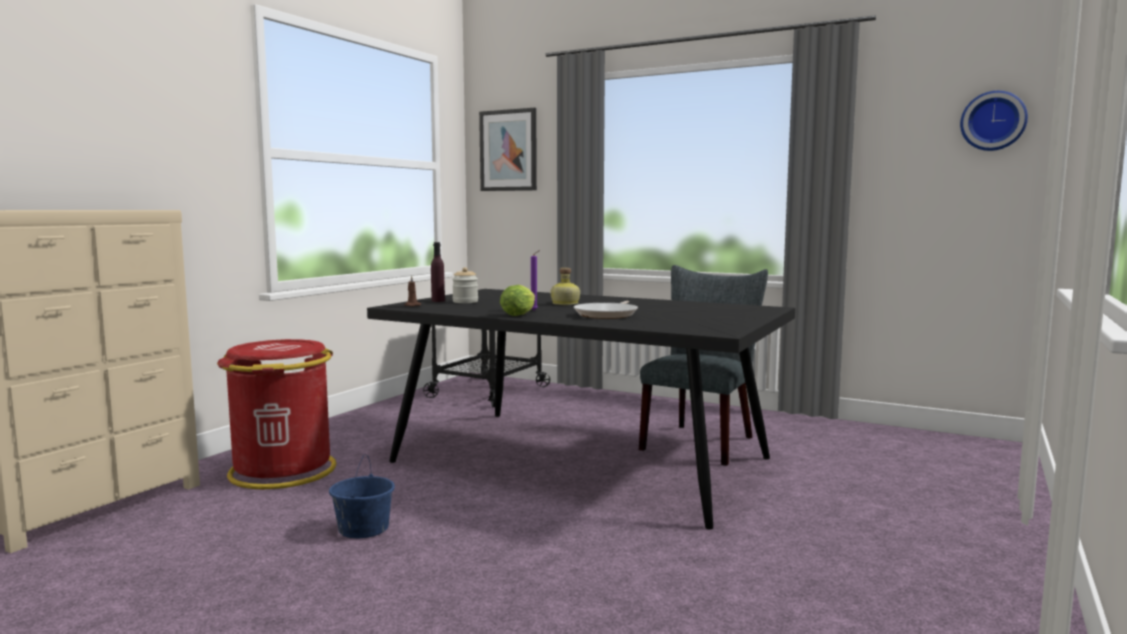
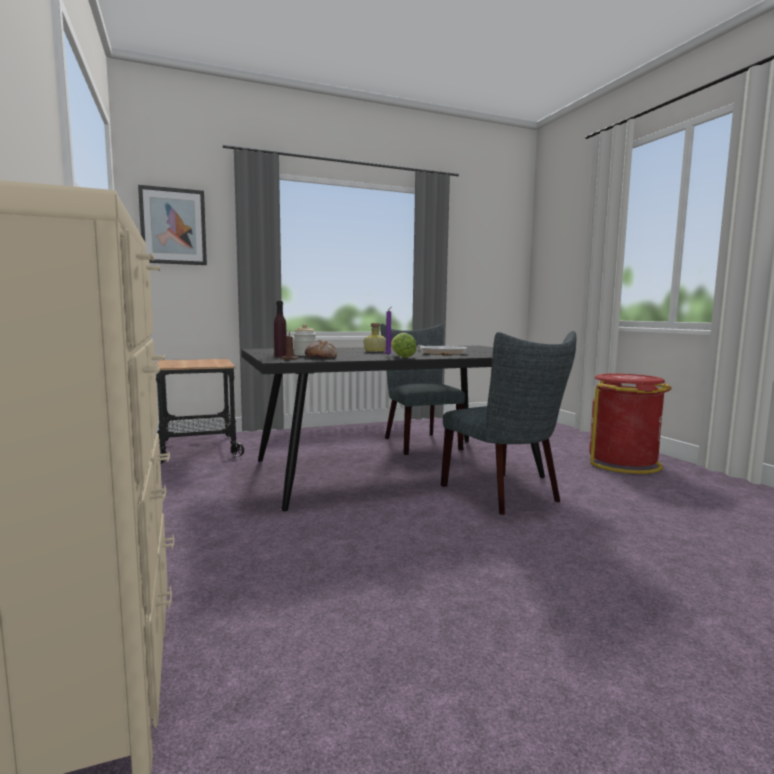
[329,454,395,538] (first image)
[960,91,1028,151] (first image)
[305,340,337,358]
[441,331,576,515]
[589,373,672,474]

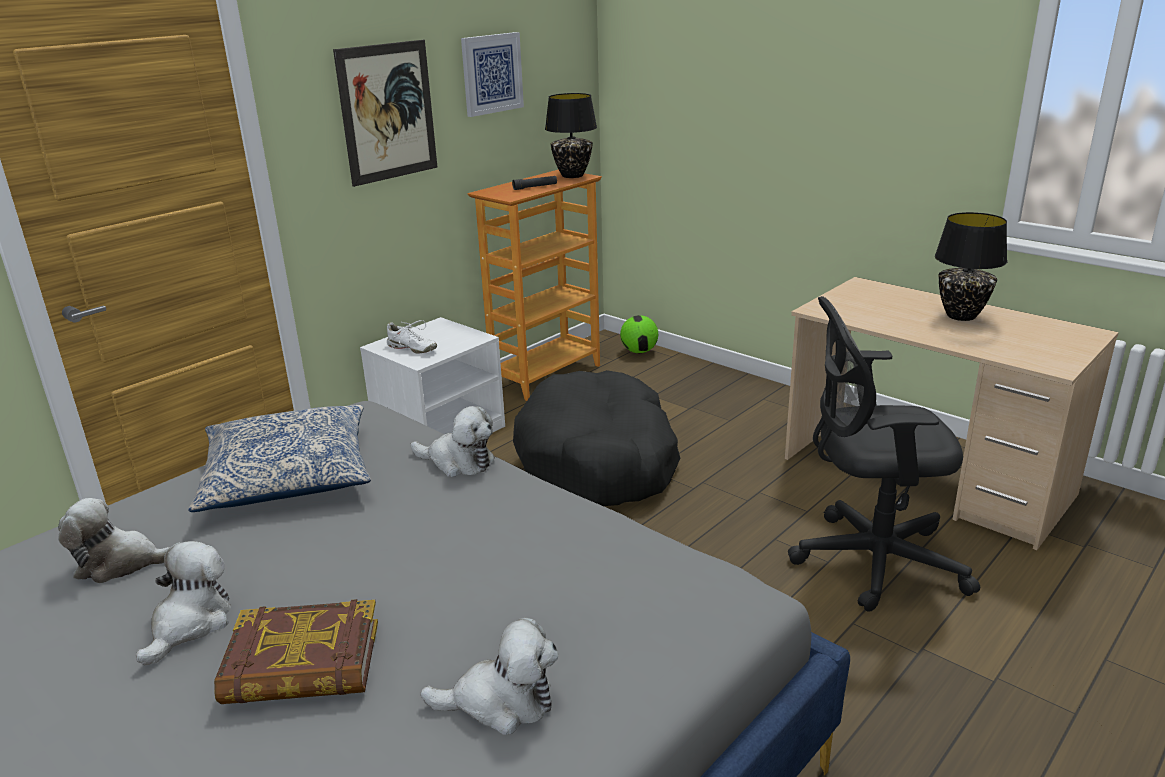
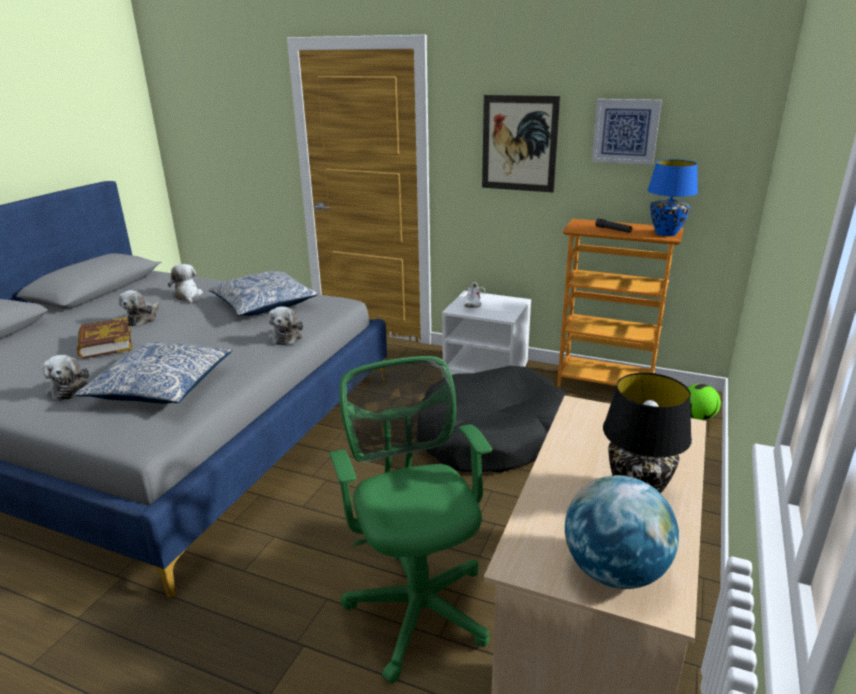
[75,342,232,403]
[565,475,679,589]
[648,159,698,236]
[329,356,492,684]
[119,290,160,326]

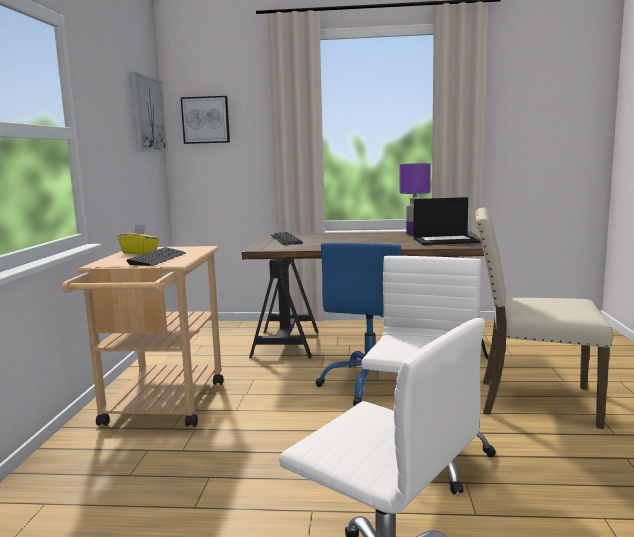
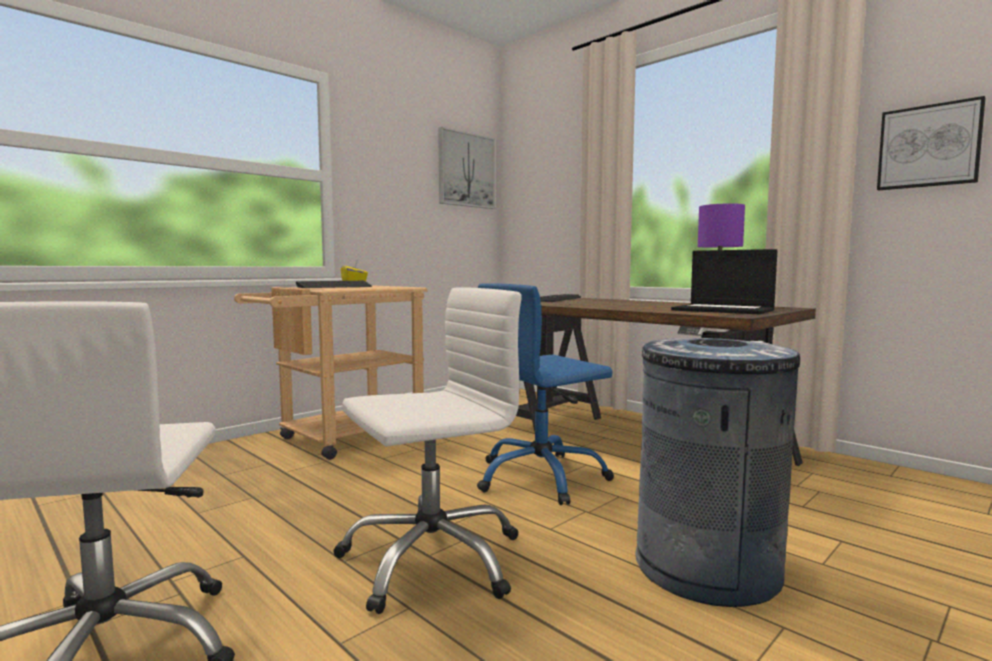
[877,96,986,190]
[635,338,800,607]

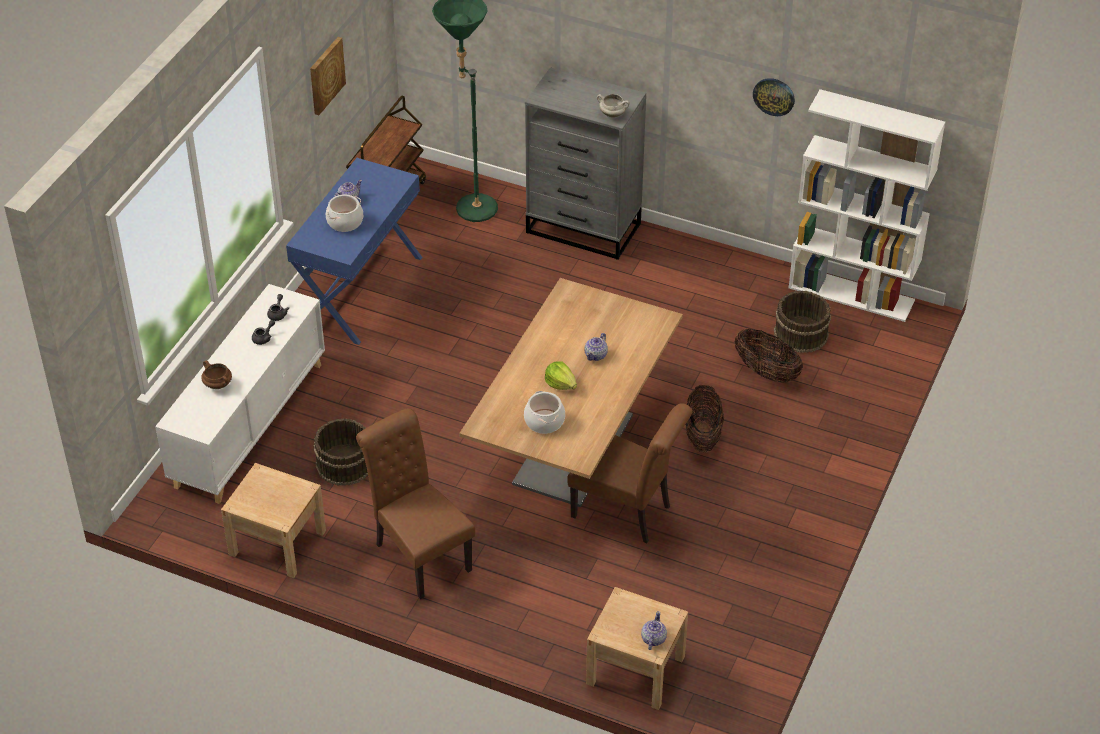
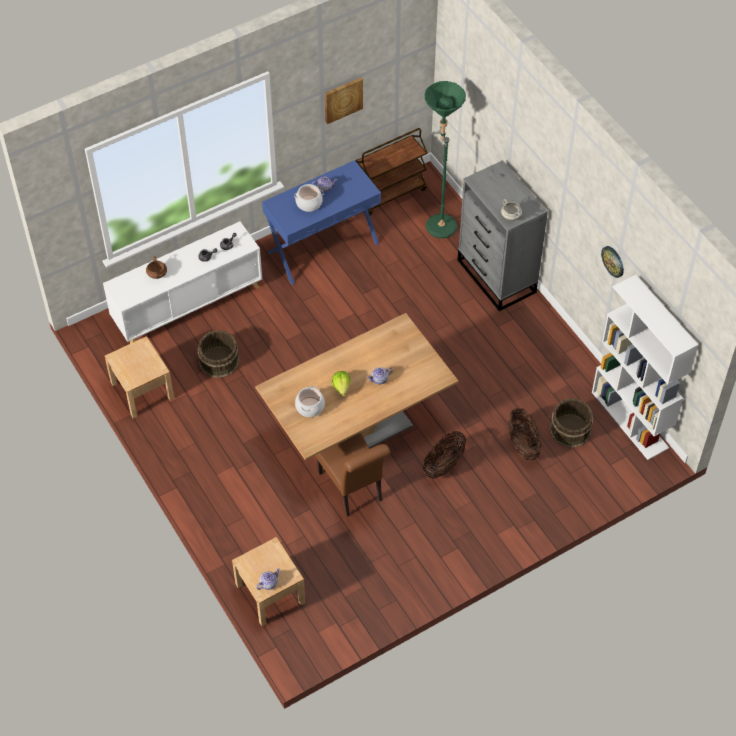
[356,408,475,599] (first image)

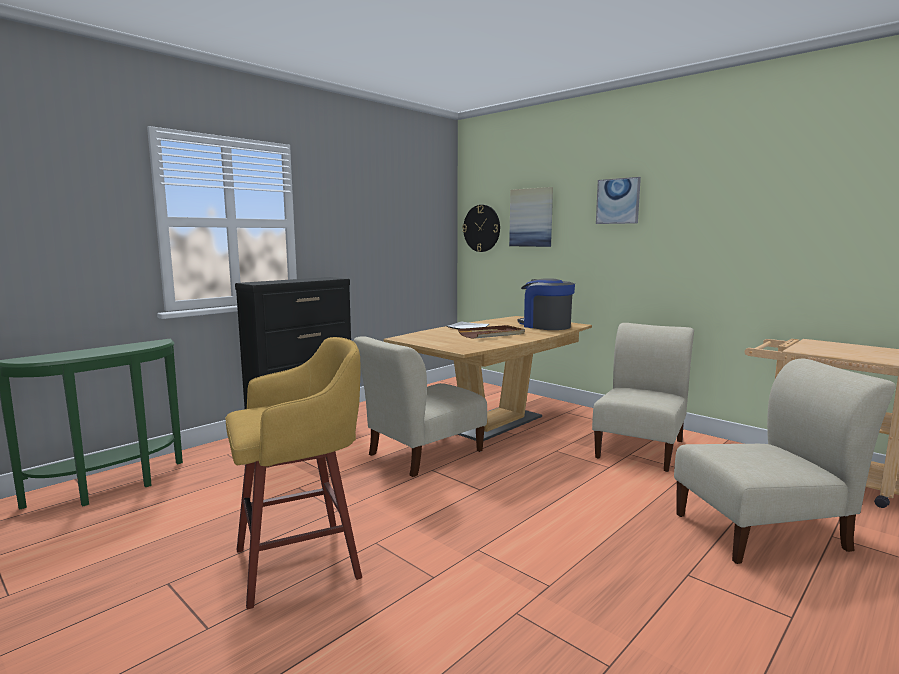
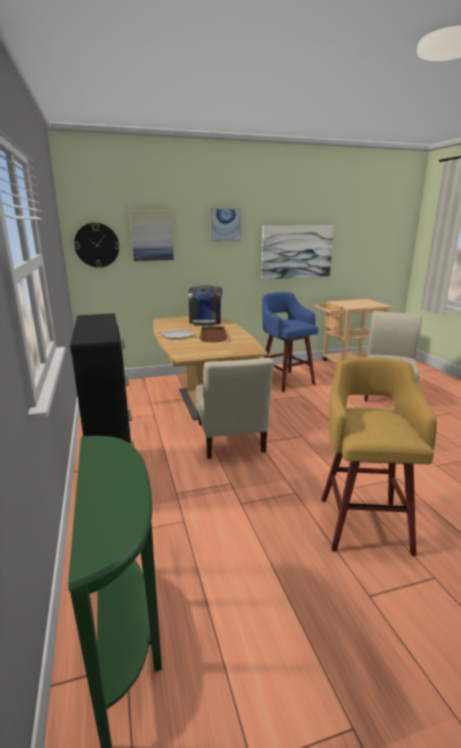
[261,225,334,279]
[262,292,319,392]
[189,285,223,325]

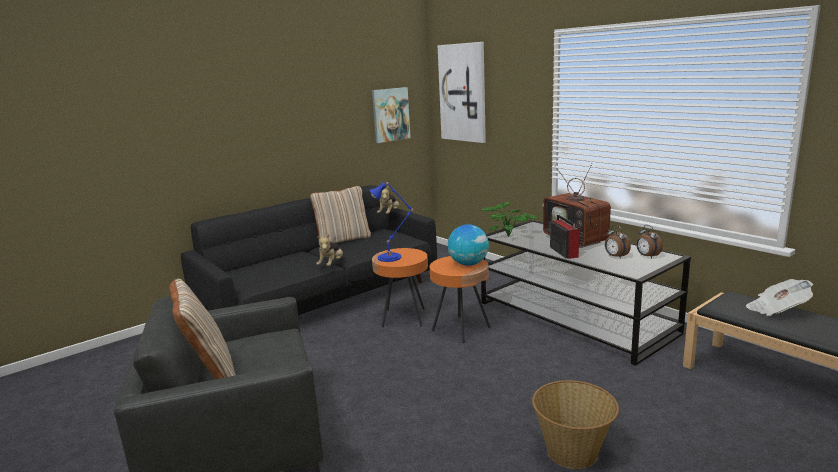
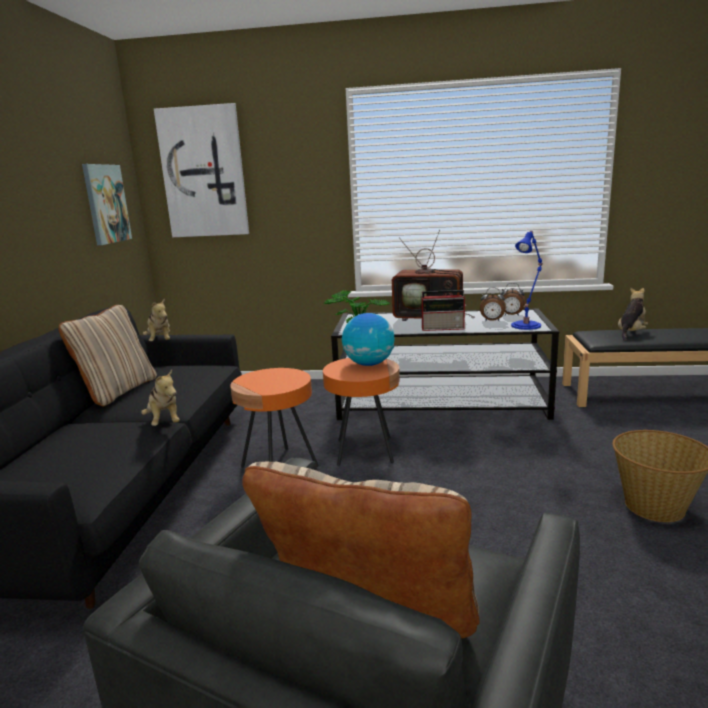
[511,231,543,330]
[618,287,648,341]
[421,290,466,331]

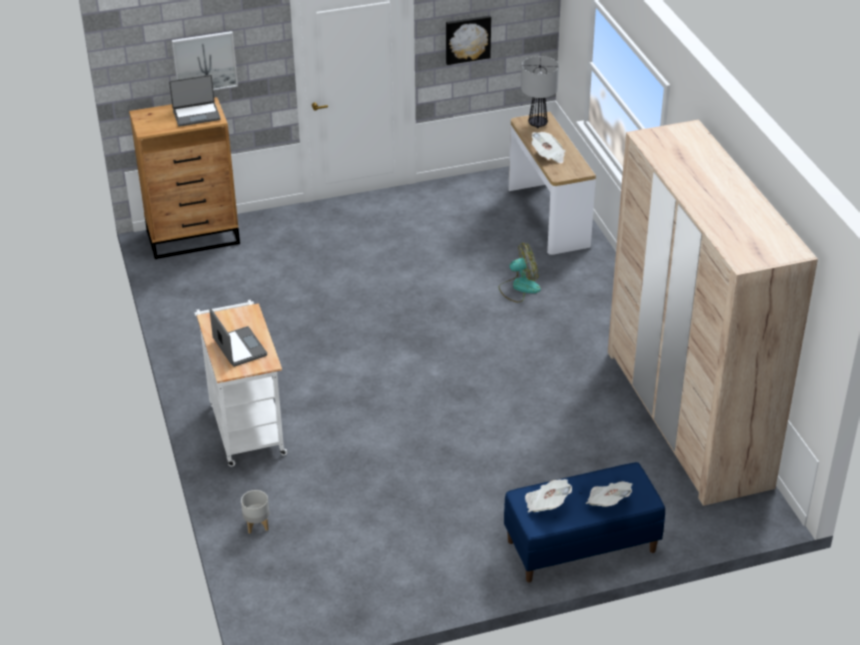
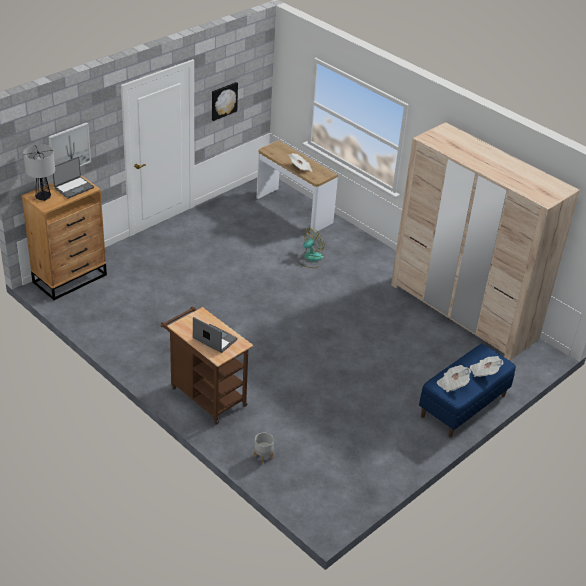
[23,144,55,201]
[160,306,253,425]

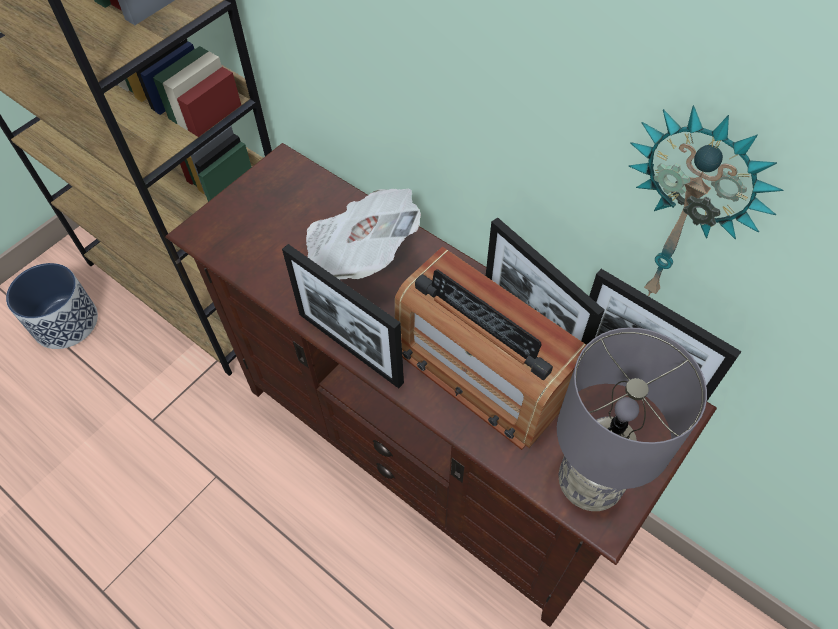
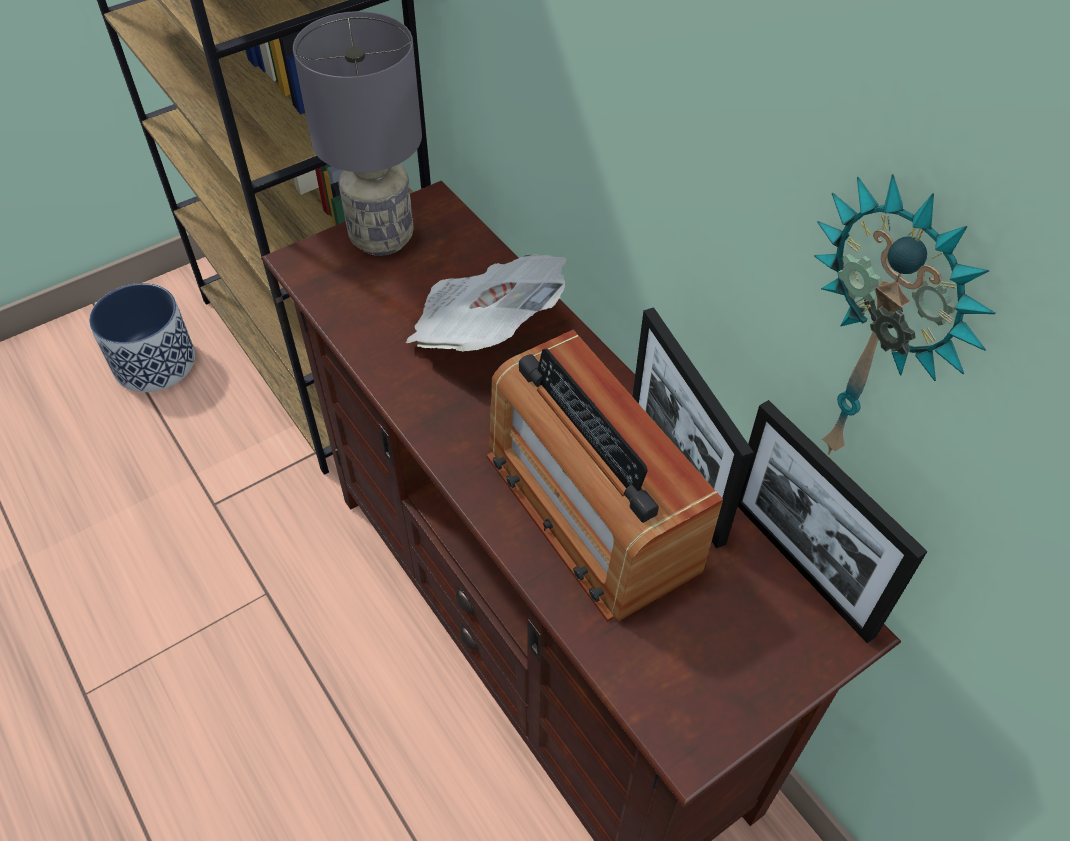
[282,244,404,389] (first image)
[293,11,422,256]

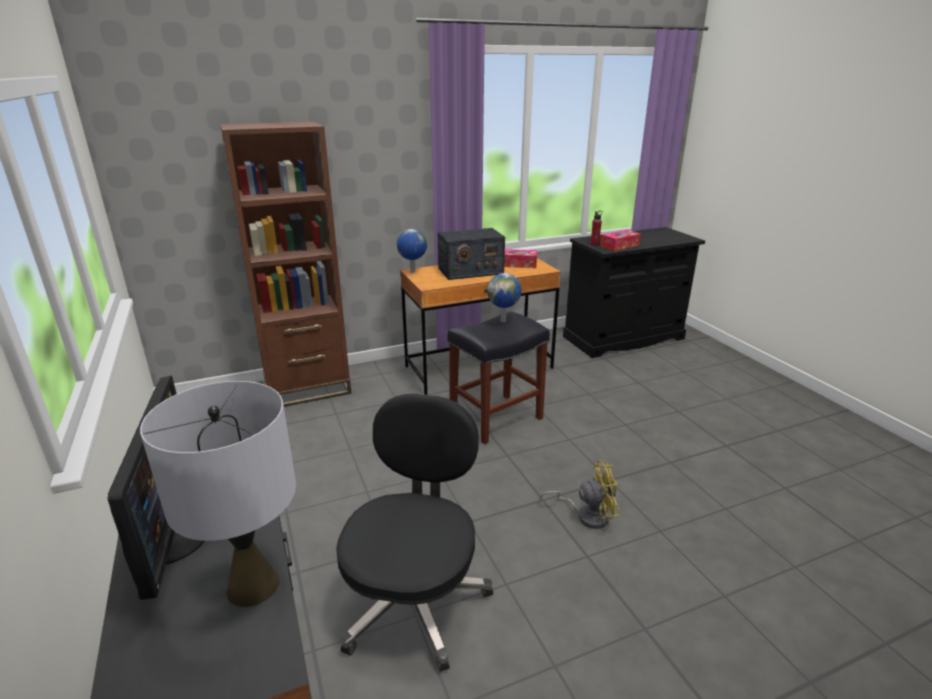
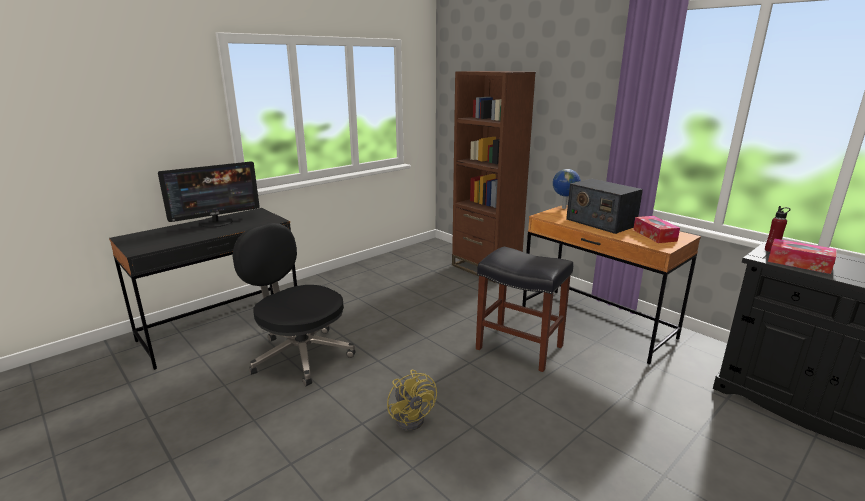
[140,381,296,607] (first image)
[487,273,522,322] (first image)
[233,223,356,386]

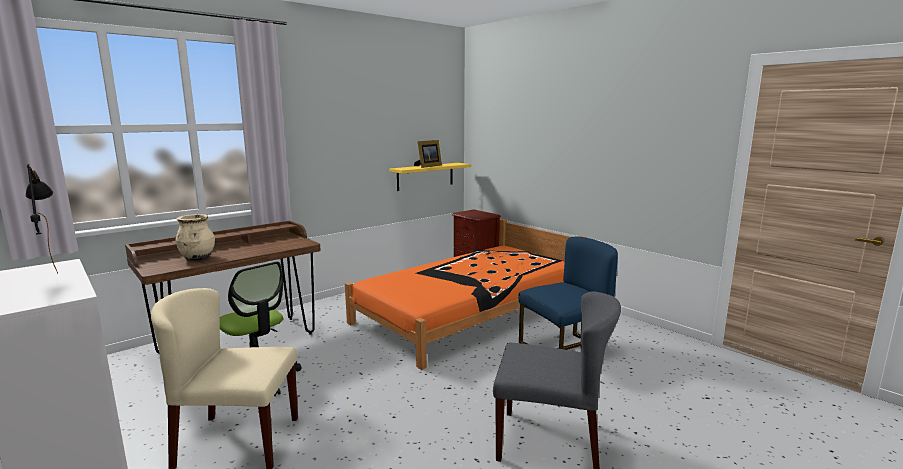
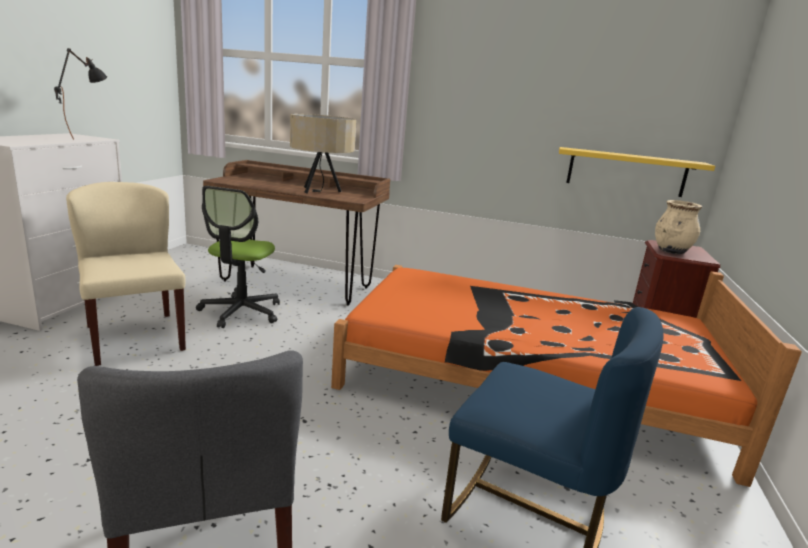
[414,140,442,168] (first image)
[290,114,357,194]
[655,200,702,254]

